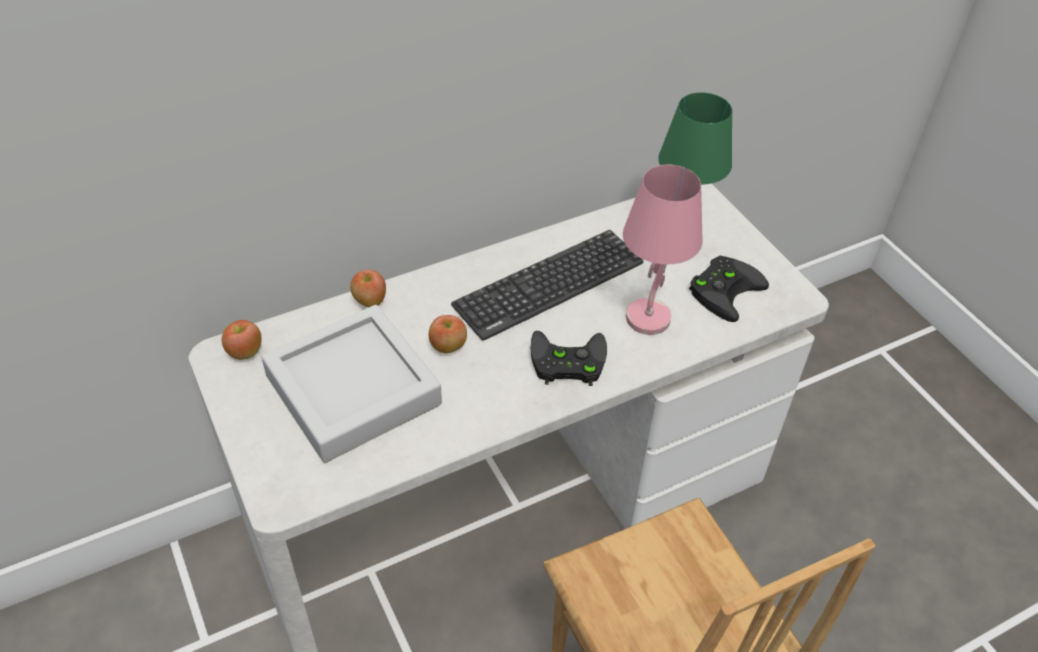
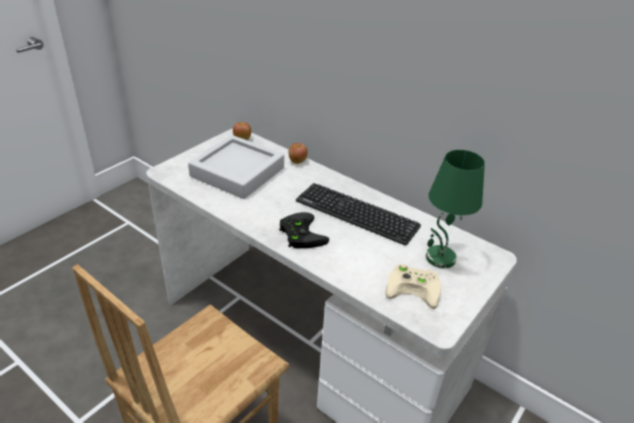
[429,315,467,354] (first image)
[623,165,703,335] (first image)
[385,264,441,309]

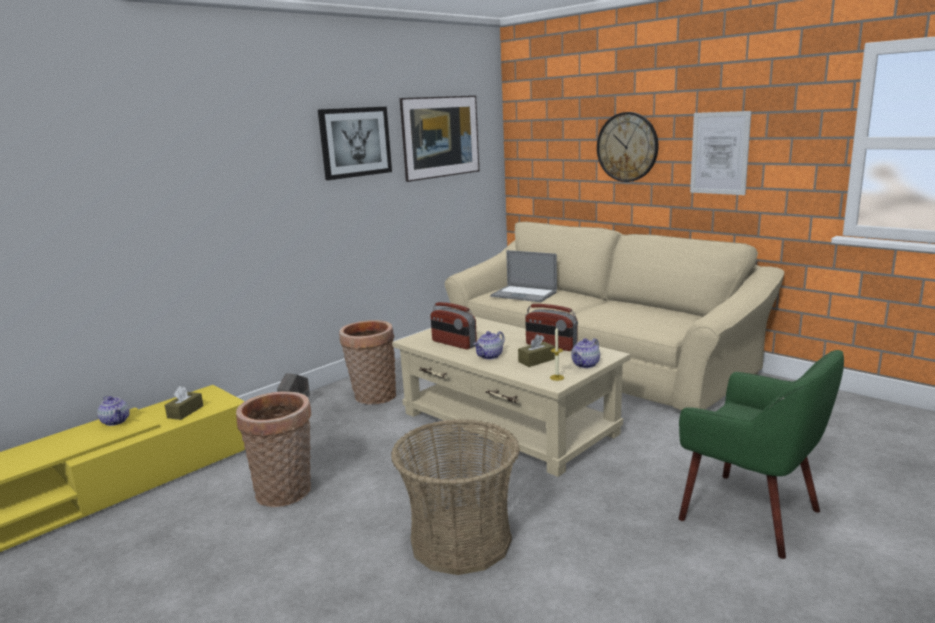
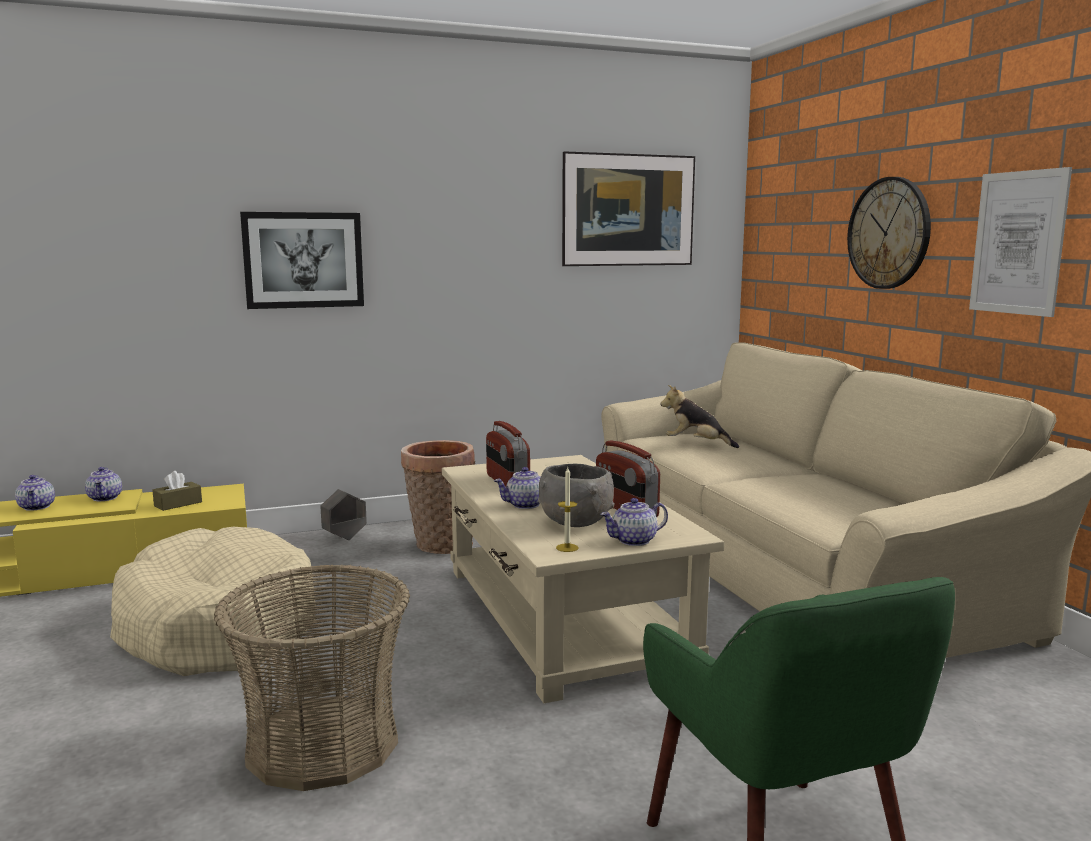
[15,475,55,511]
[240,212,364,309]
[110,527,316,676]
[660,385,739,448]
[538,464,614,527]

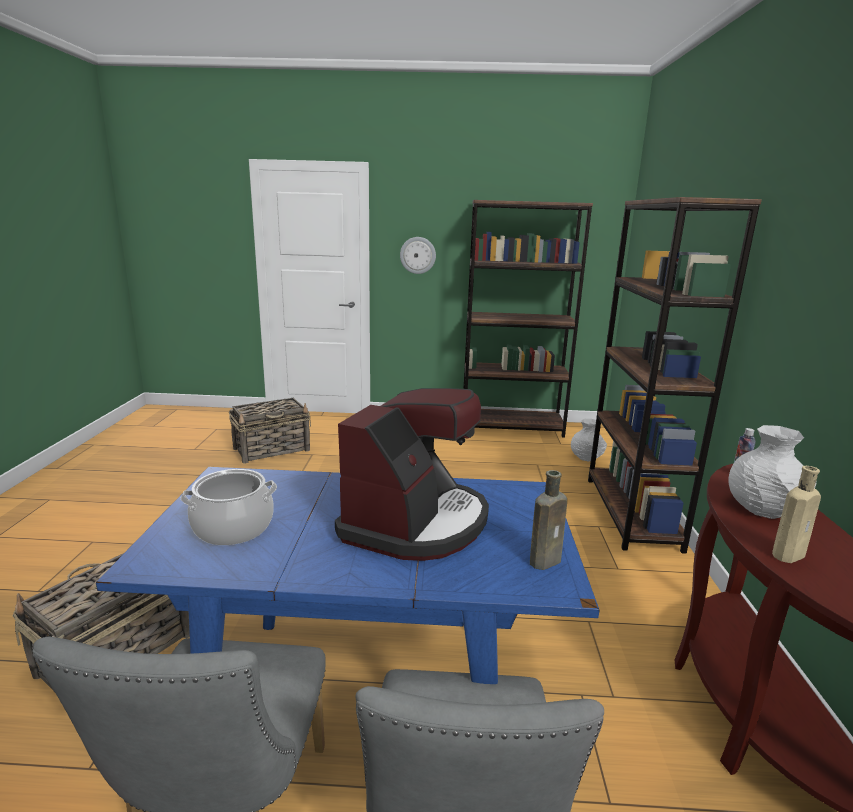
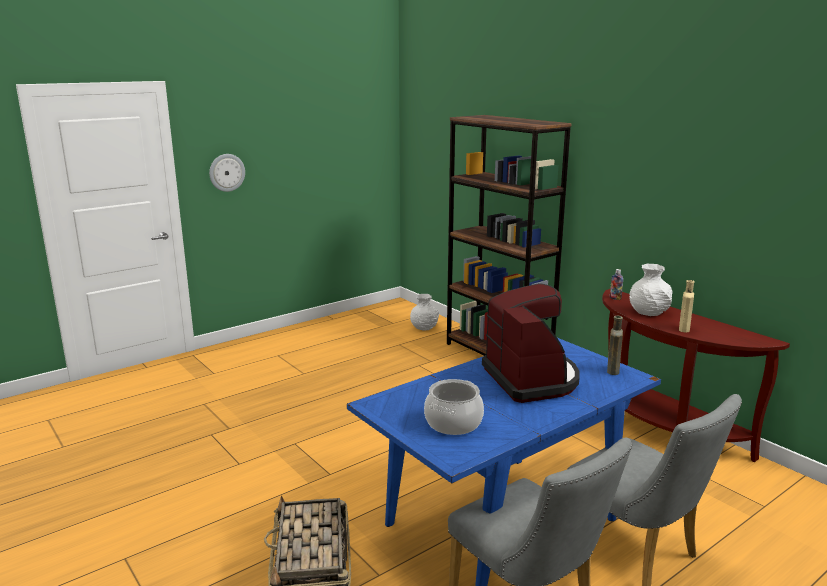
[229,398,311,463] (first image)
[463,200,593,438] (first image)

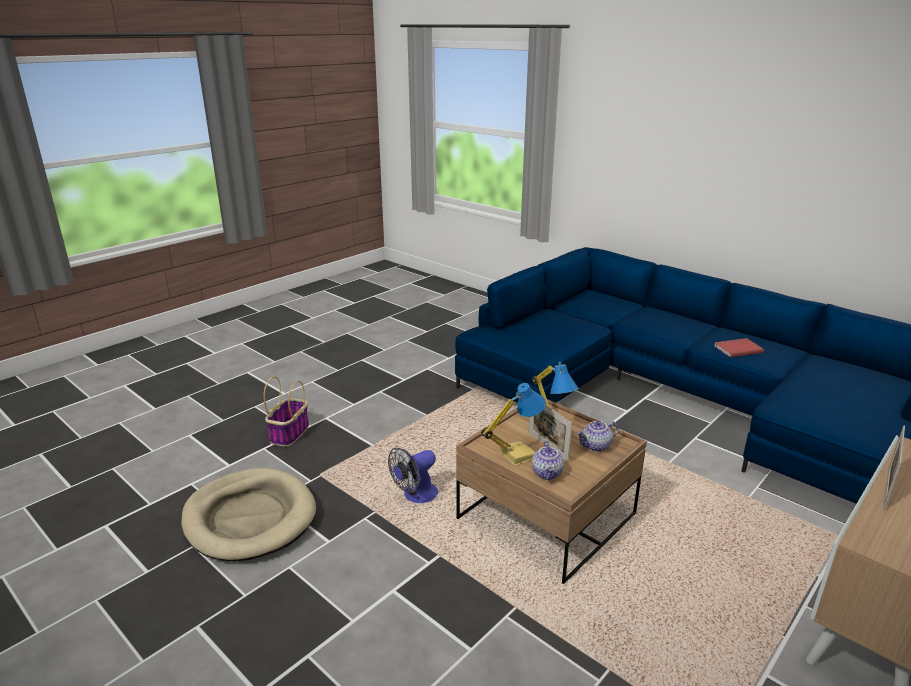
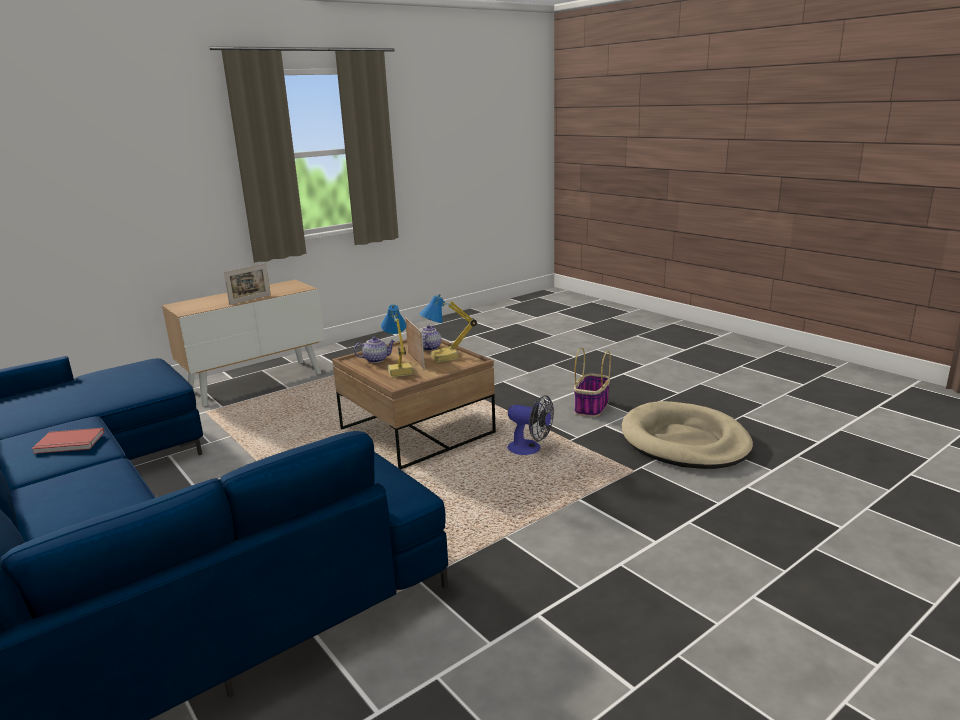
[574,348,611,417]
[507,395,554,455]

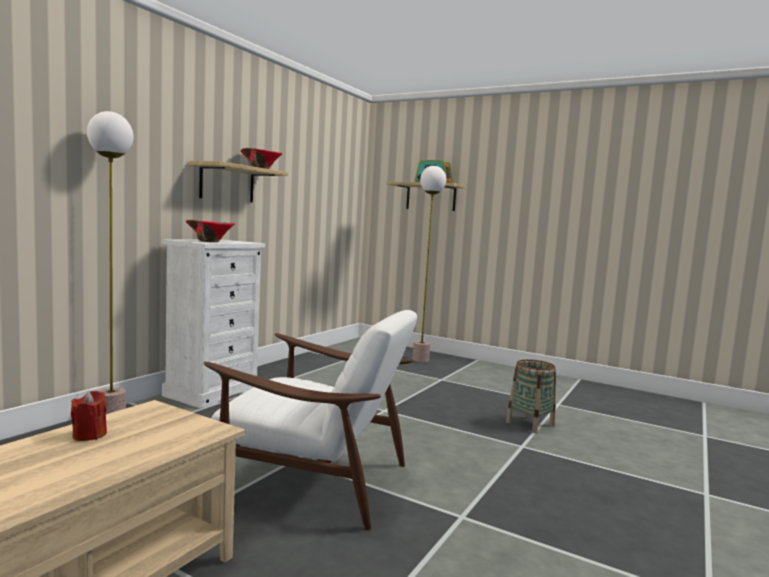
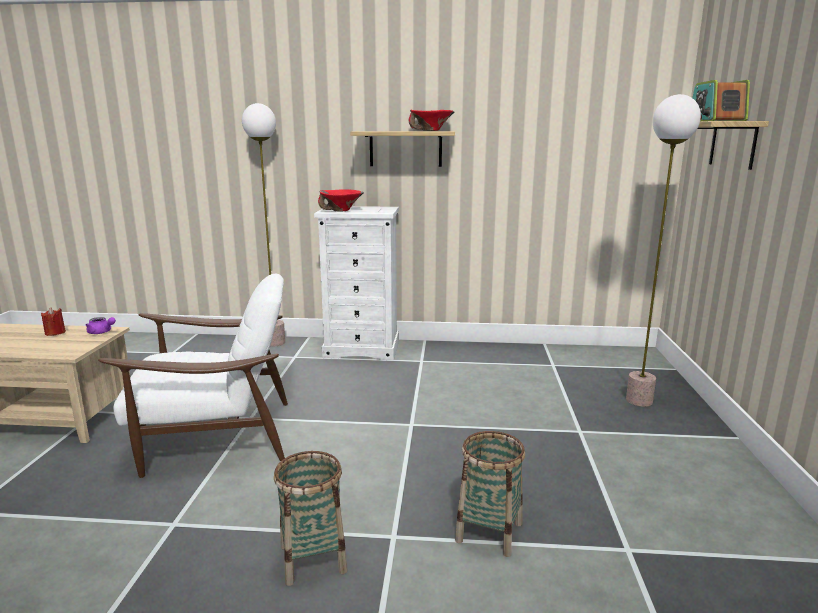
[86,317,116,334]
[274,451,347,586]
[98,274,288,478]

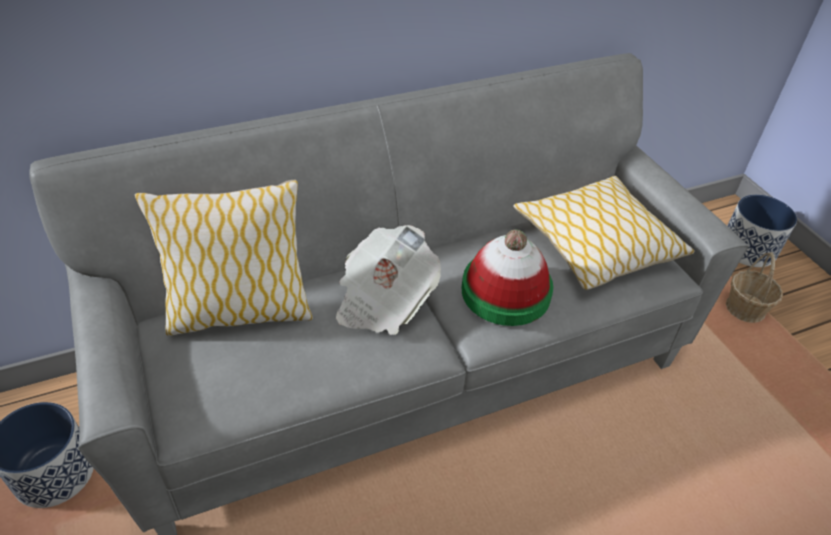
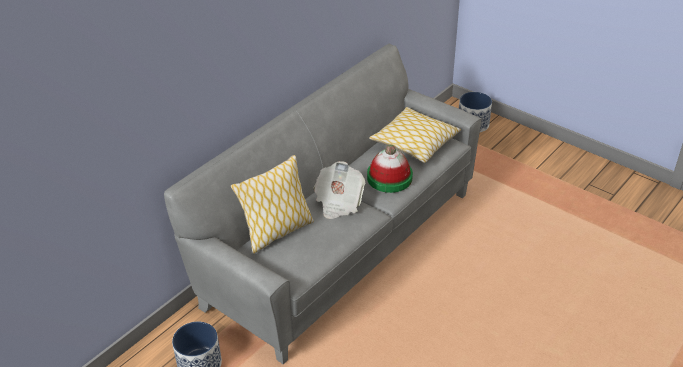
[726,252,783,323] (first image)

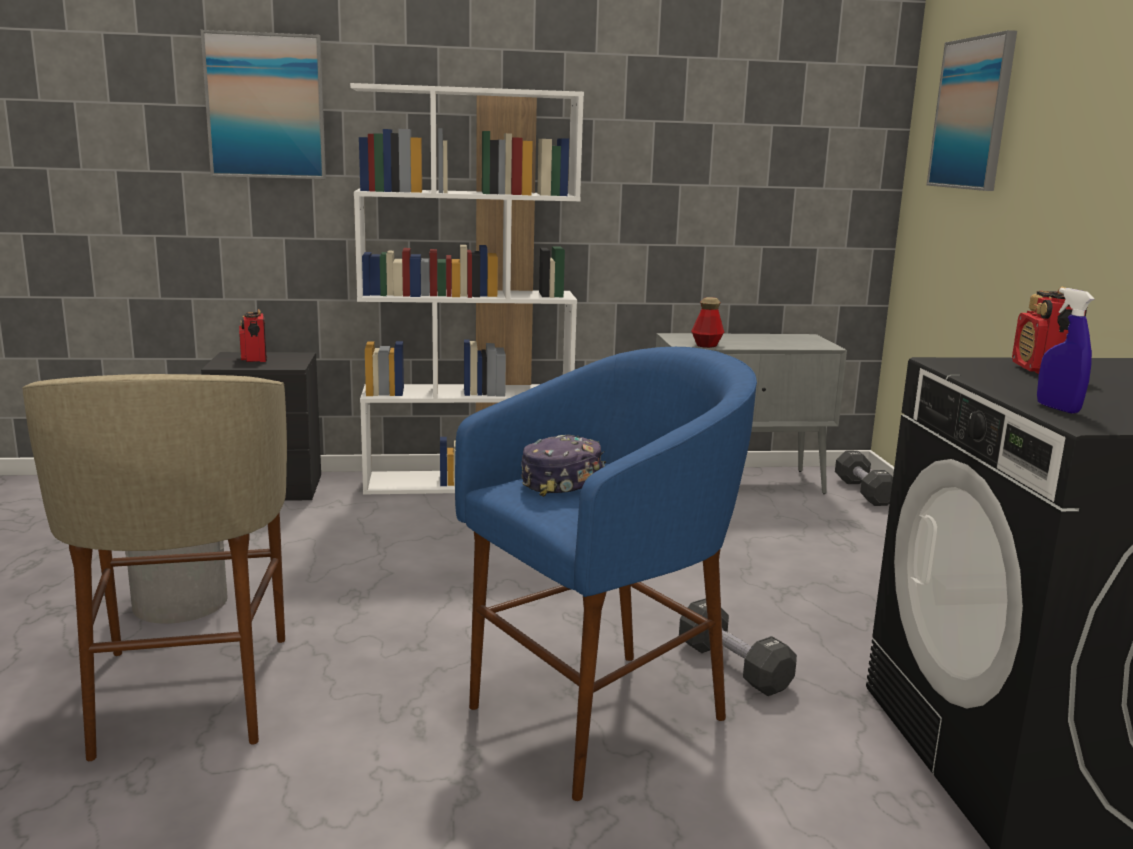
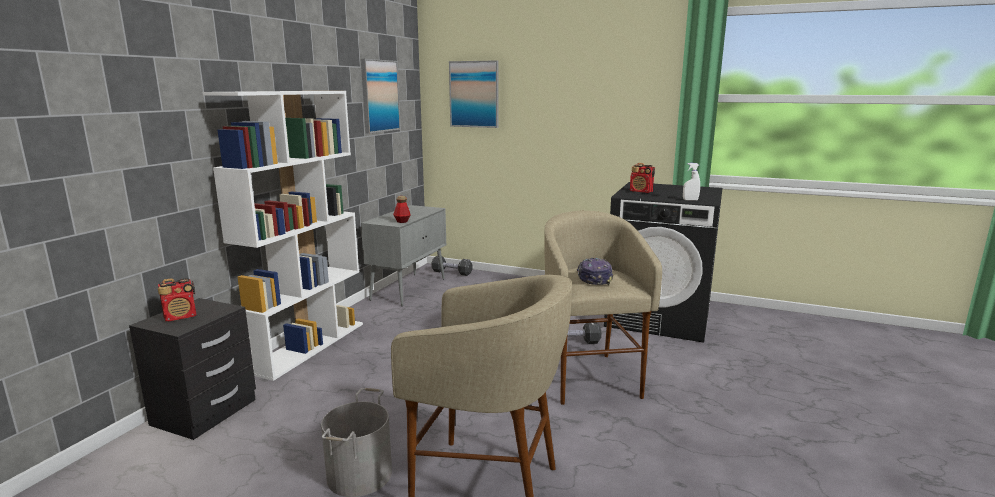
[361,59,401,134]
[544,211,662,405]
[683,163,700,201]
[158,278,197,321]

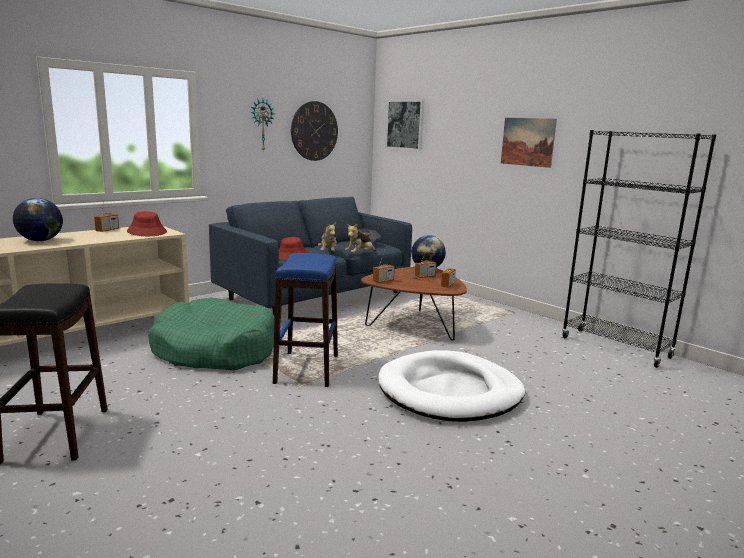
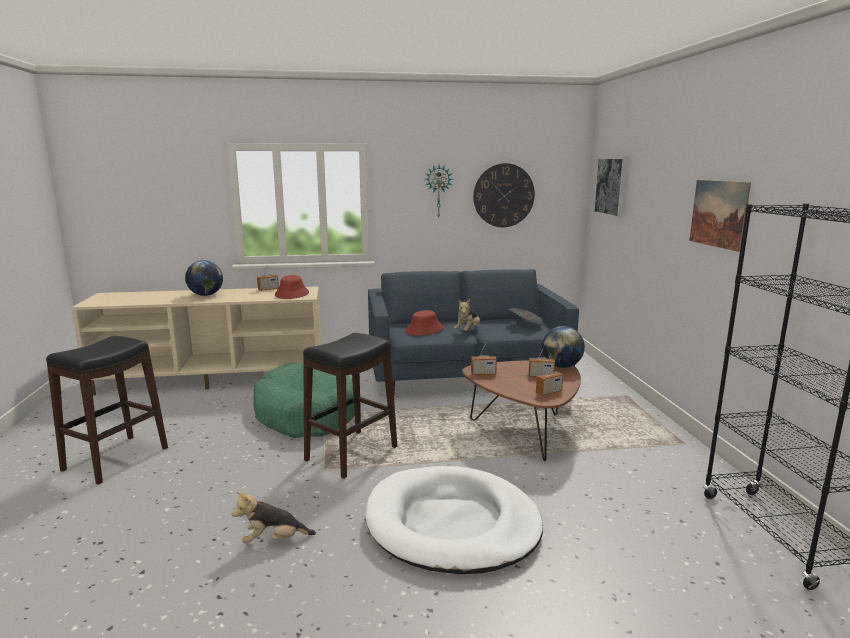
[232,491,316,542]
[303,333,397,479]

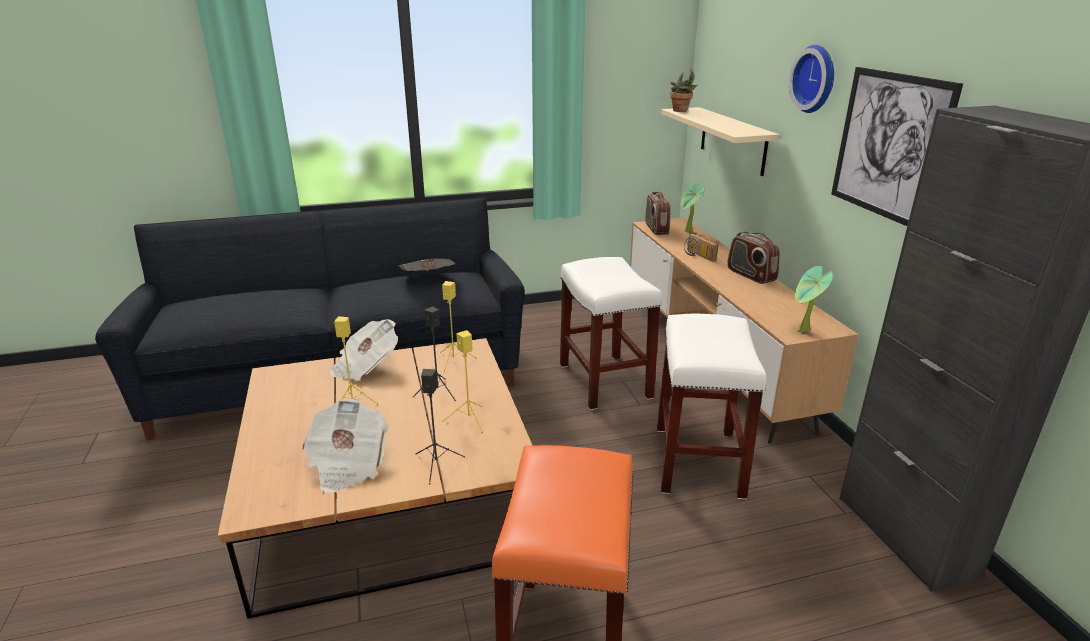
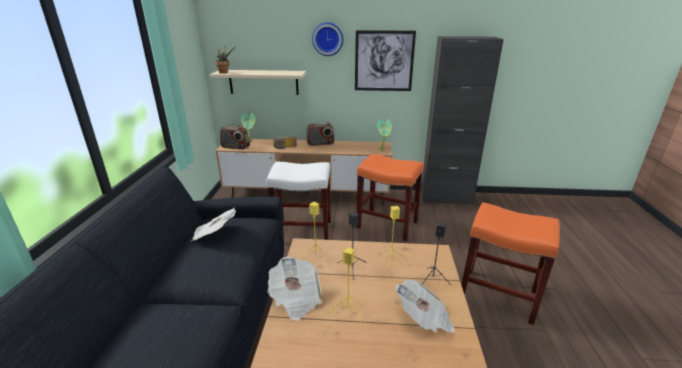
[356,154,424,242]

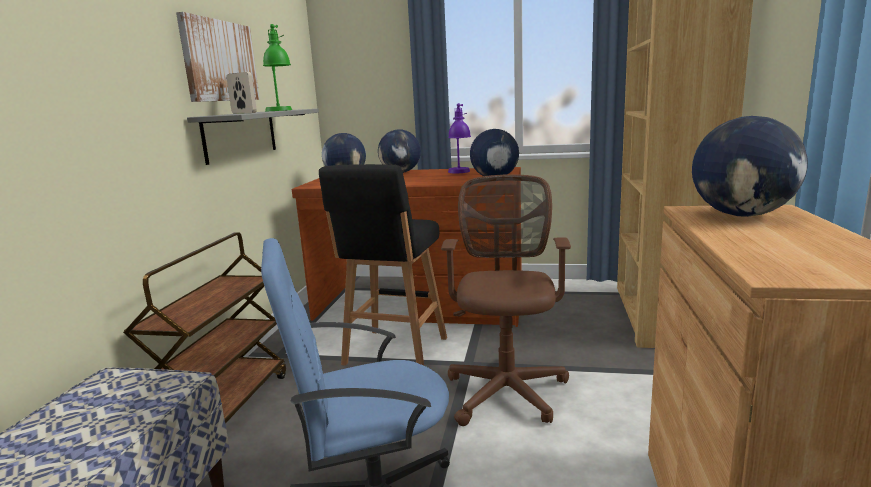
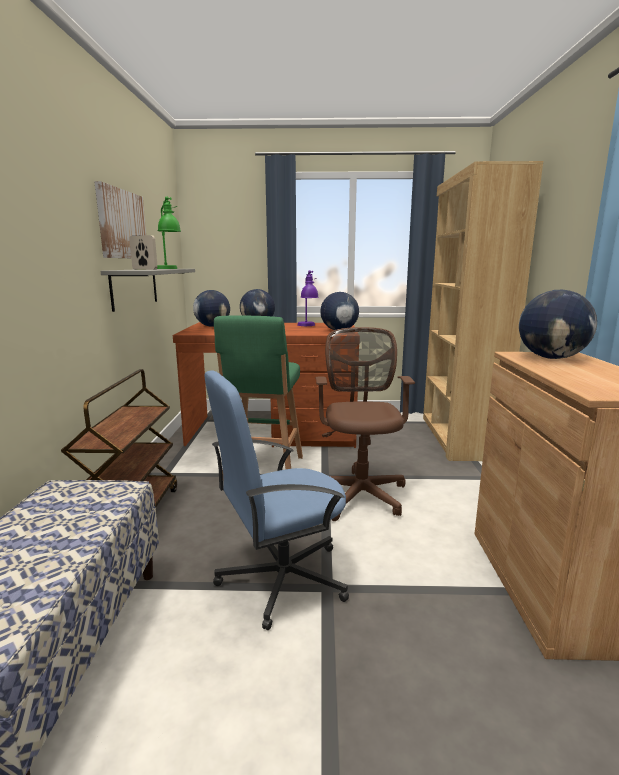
[214,315,303,472]

